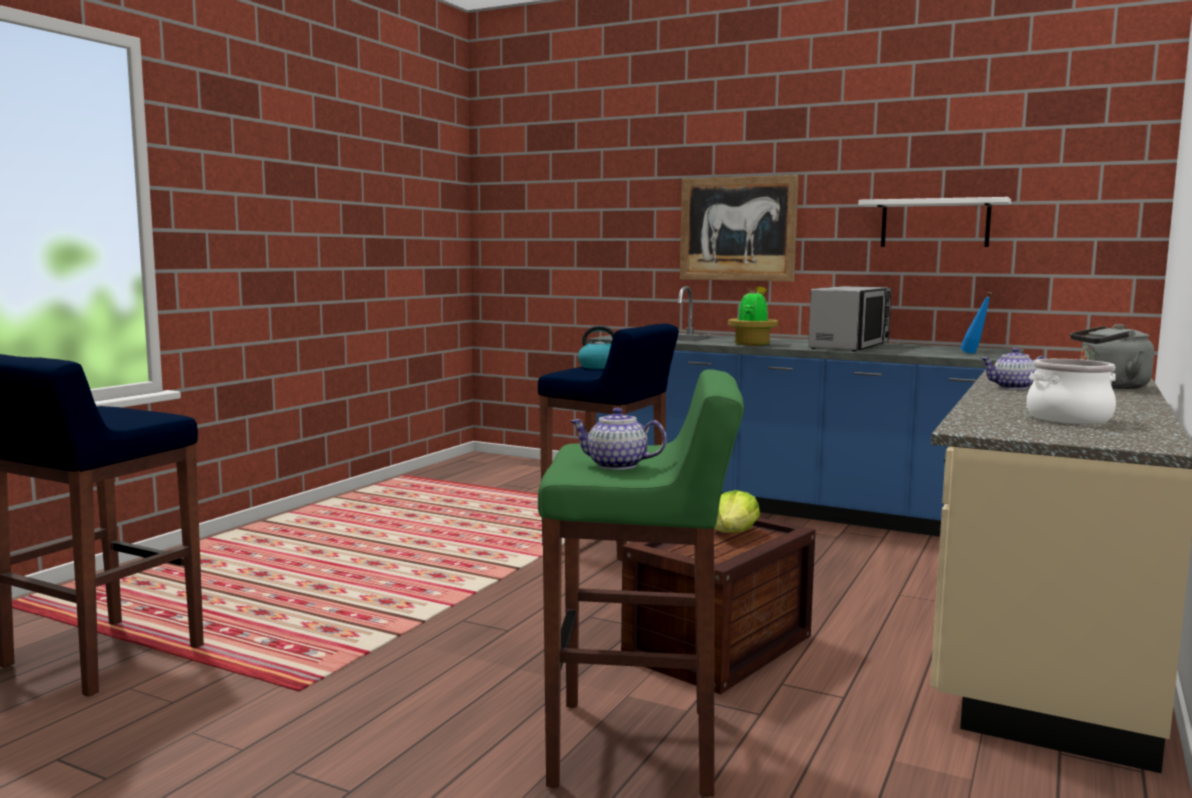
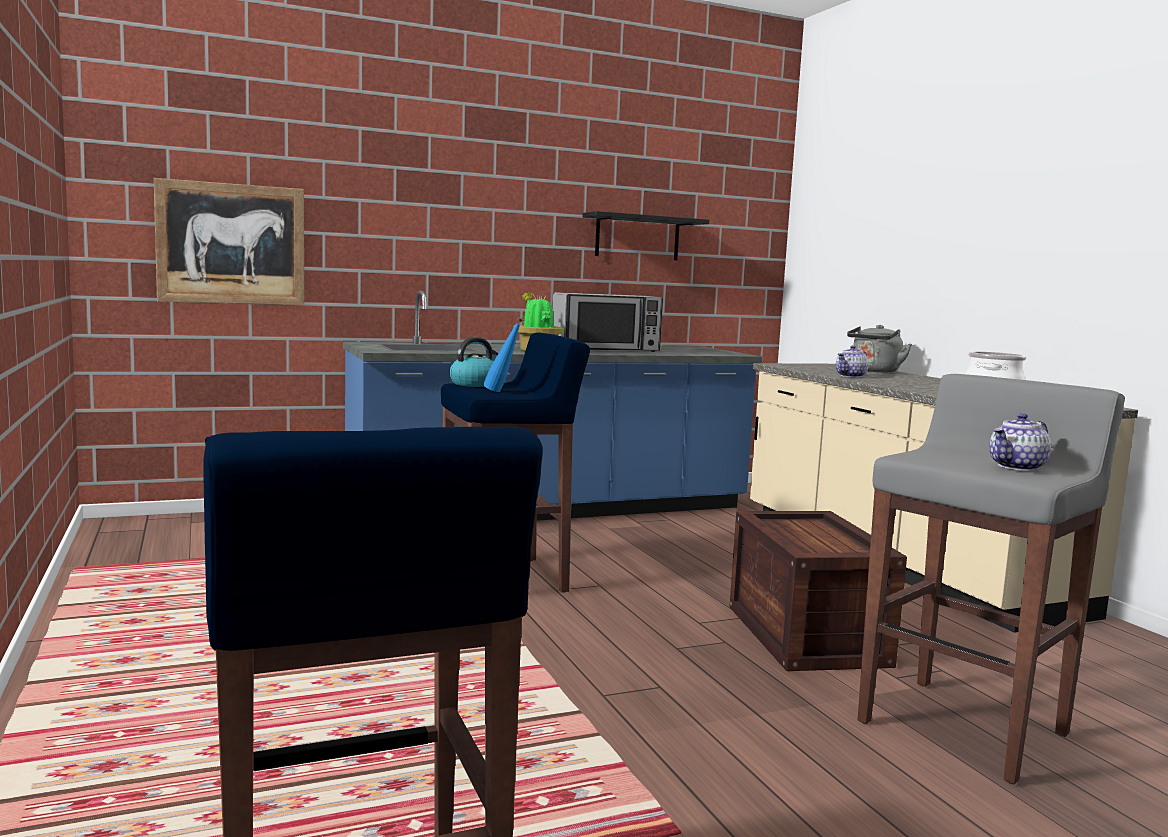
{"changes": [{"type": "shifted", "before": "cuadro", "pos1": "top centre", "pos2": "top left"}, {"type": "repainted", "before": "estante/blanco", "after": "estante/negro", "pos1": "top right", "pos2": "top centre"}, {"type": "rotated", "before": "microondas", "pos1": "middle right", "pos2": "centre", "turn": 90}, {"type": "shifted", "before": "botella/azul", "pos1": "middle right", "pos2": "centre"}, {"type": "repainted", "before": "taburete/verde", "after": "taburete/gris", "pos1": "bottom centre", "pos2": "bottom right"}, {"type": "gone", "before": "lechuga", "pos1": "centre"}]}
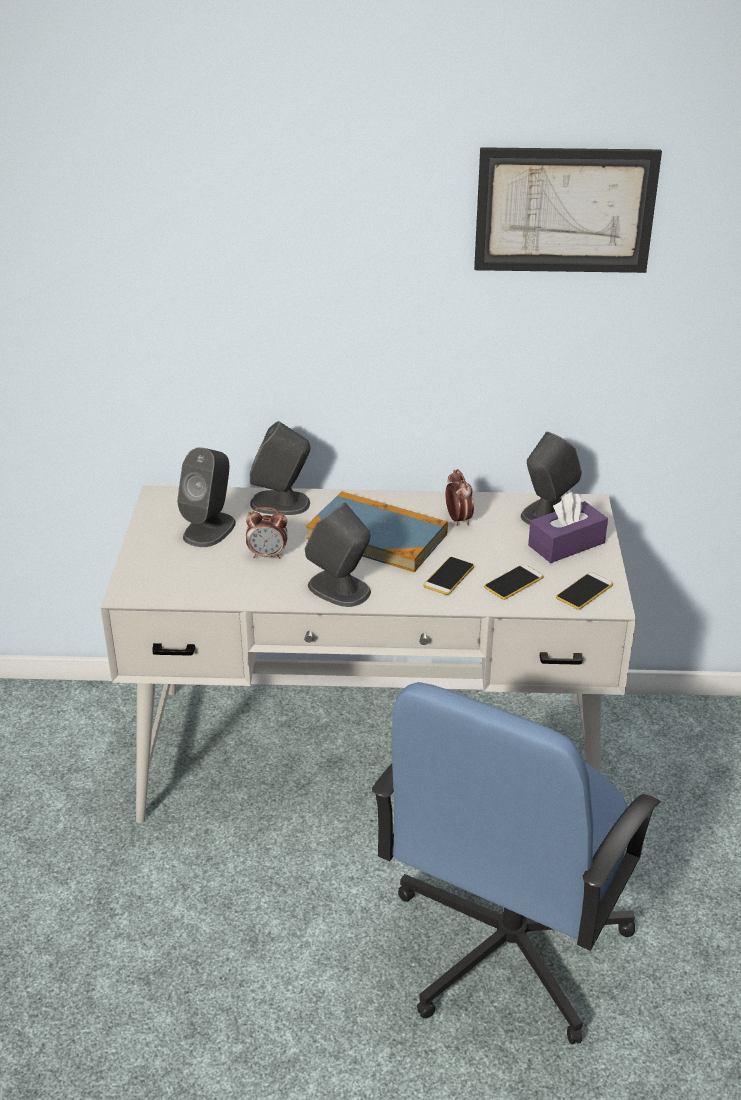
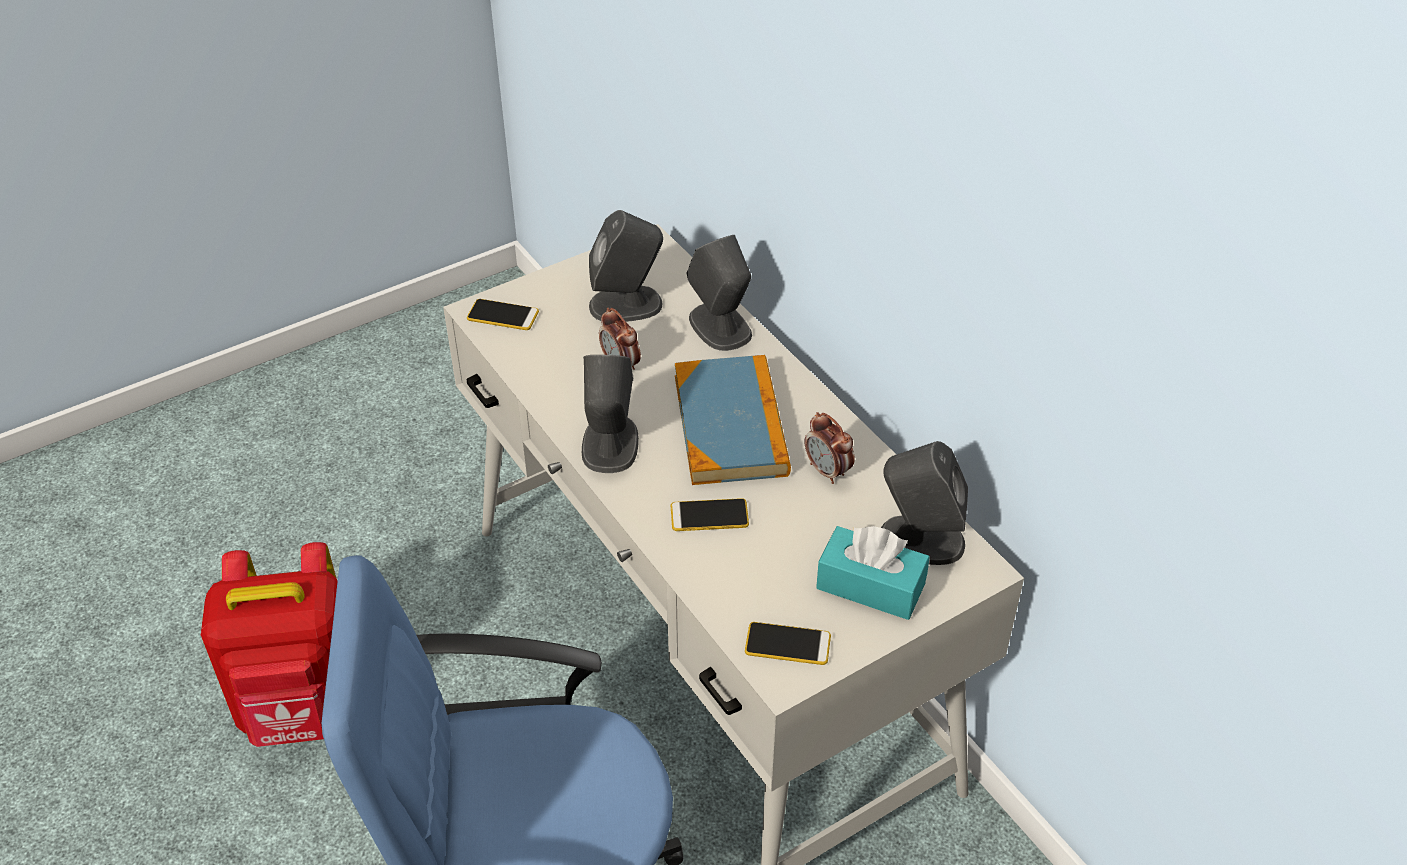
{"changes": [{"type": "gone", "before": "cuadro", "pos1": "top right"}, {"type": "rotated", "before": "despertador (no. 2 from left)", "pos1": "centre", "pos2": "centre", "turn": 105}, {"type": "repainted", "before": "caja de pañuelos/morado", "after": "caja de pañuelos/turquesa", "pos1": "middle right", "pos2": "centre"}, {"type": "shifted", "before": "móvil (no. 2 from left in the first image)", "after": "móvil (no. 1 from left)", "pos1": "middle right", "pos2": "centre"}, {"type": "new", "after": "mochila/rojo", "pos2": "bottom left"}]}
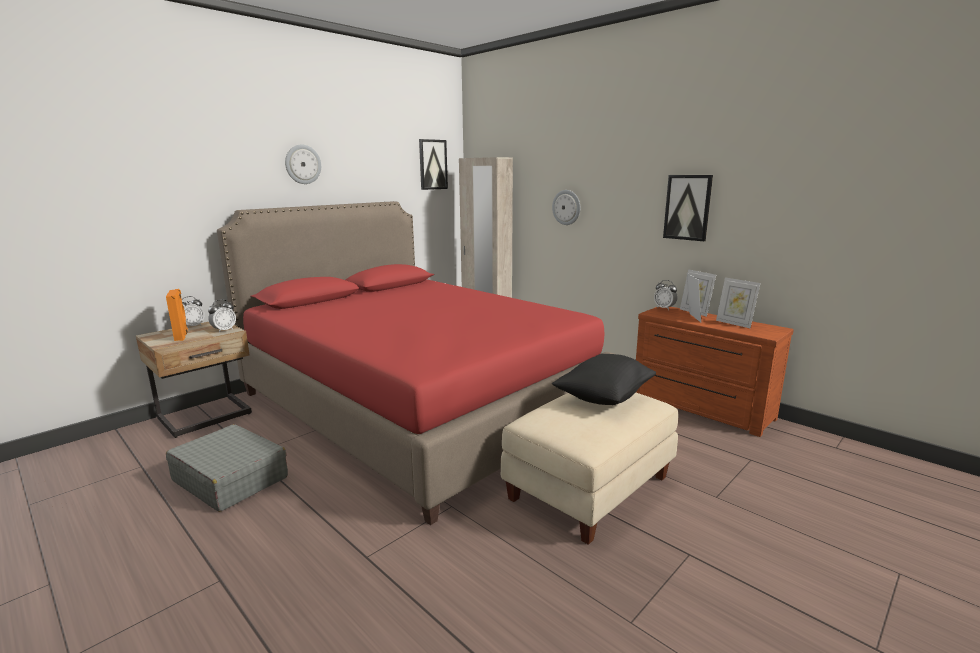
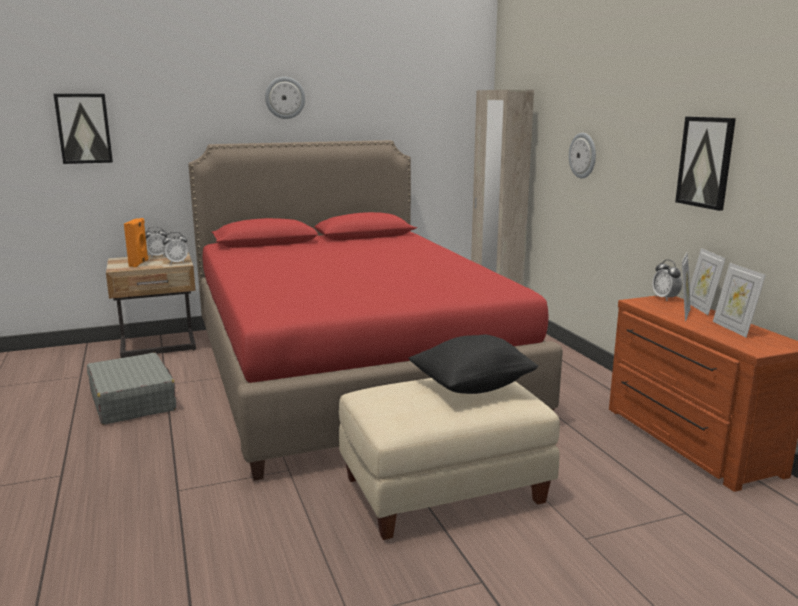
{"changes": [{"type": "shifted", "before": "cuadro (no. 1 from left)", "pos1": "top centre", "pos2": "top left"}]}
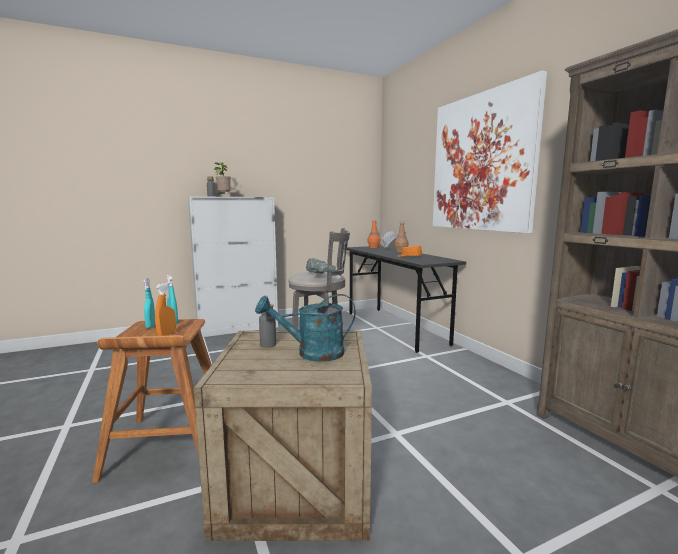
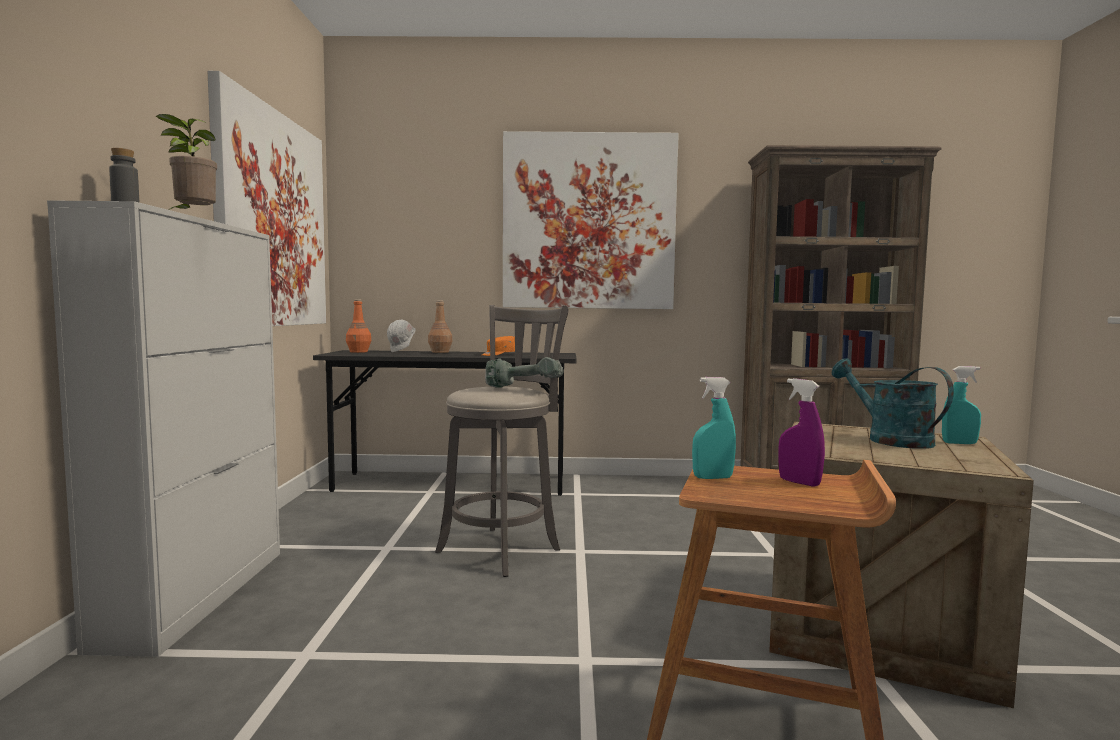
{"changes": [{"type": "shifted", "before": "pulverizador/turquesa (no. 1 from left in the first image)", "after": "pulverizador/turquesa (no. 2 from left)", "pos1": "middle left", "pos2": "middle right"}, {"type": "repainted", "before": "pulverizador/naranja", "after": "pulverizador/morado", "pos1": "middle left", "pos2": "middle right"}, {"type": "rotated", "before": "regadera/turquesa", "pos1": "centre", "pos2": "middle right", "turn": 135}, {"type": "gone", "before": "botella/gris (no. 2 from left)", "pos1": "centre"}, {"type": "new", "after": "cuadro (no. 1 from left)", "pos2": "top left"}]}
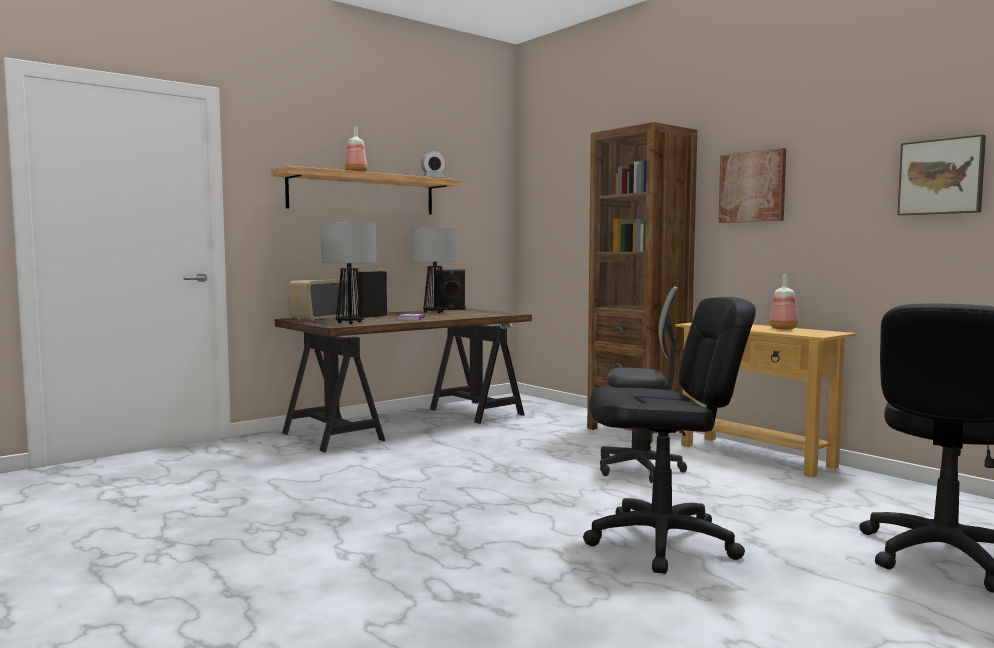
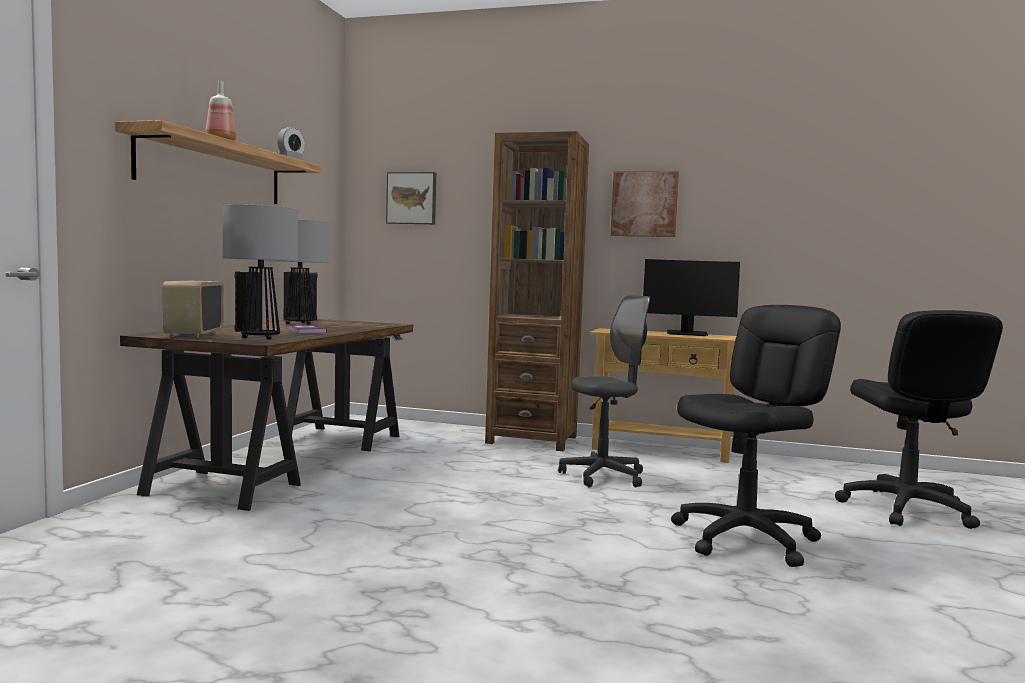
{"changes": [{"type": "shifted", "before": "cuadro (no. 2 from left in the first image)", "after": "cuadro (no. 1 from left)", "pos1": "top right", "pos2": "top centre"}, {"type": "swapped", "before": "botella (no. 2 from left)", "after": "monitor", "pos1": "middle right", "pos2": "middle right"}]}
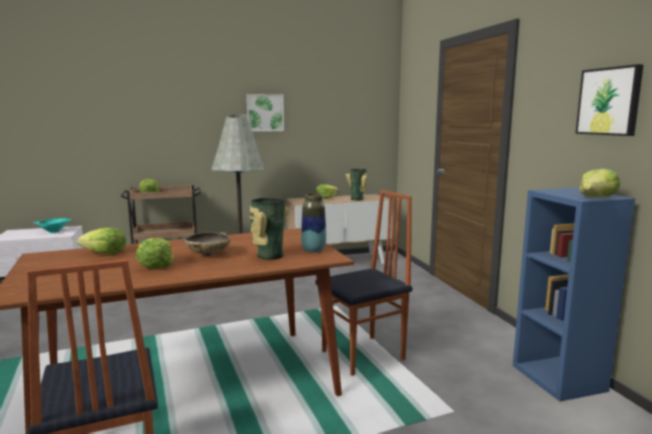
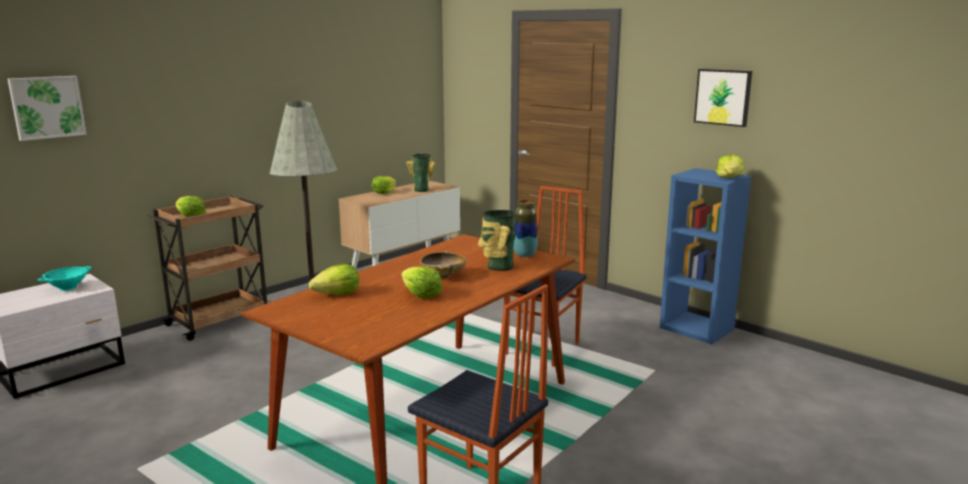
{"changes": [{"type": "shifted", "before": "cuadro (no. 1 from left)", "pos1": "top centre", "pos2": "top left"}]}
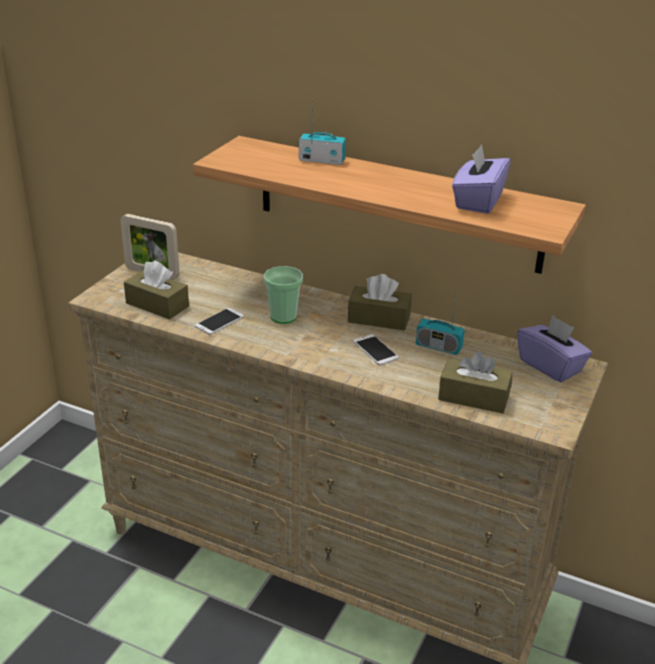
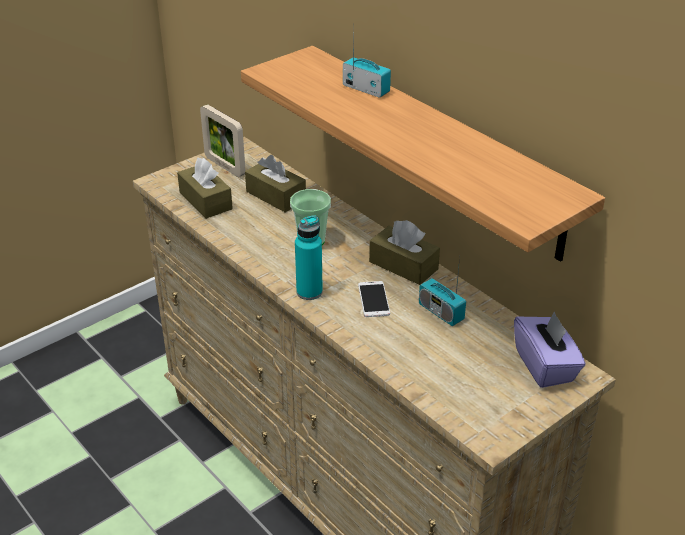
{"changes": [{"type": "gone", "before": "caja de pañuelos/morado (no. 1 from left)", "pos1": "top right"}, {"type": "gone", "before": "móvil (no. 1 from left)", "pos1": "centre"}, {"type": "shifted", "before": "caja de pañuelos/marrón (no. 3 from left in the first image)", "after": "caja de pañuelos/marrón (no. 2 from left)", "pos1": "middle right", "pos2": "centre"}, {"type": "new", "after": "botella/turquesa", "pos2": "centre"}]}
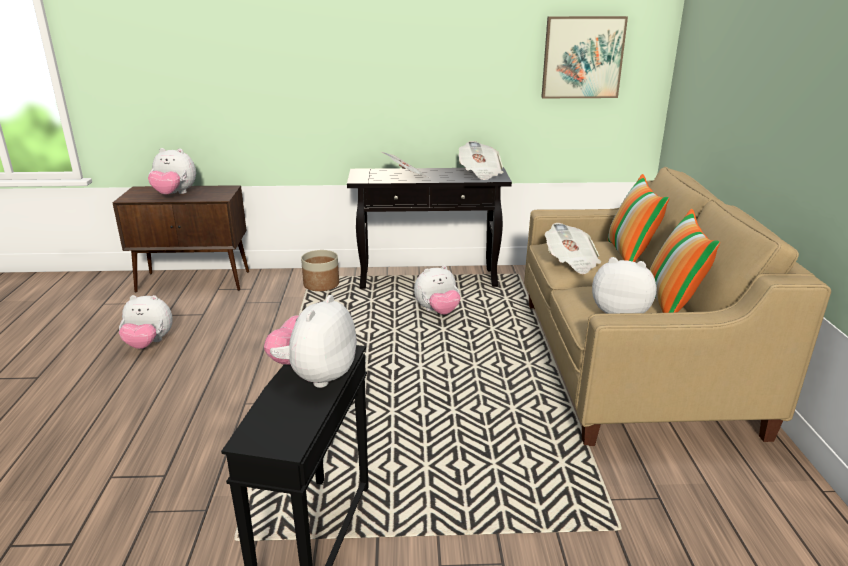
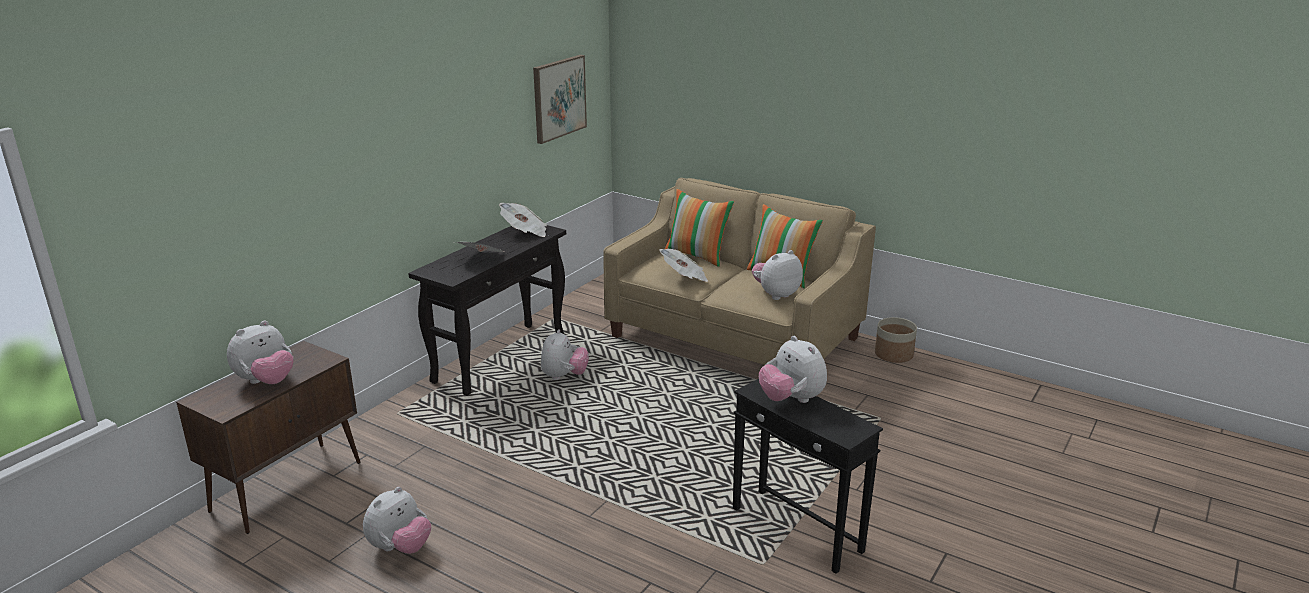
{"changes": [{"type": "shifted", "before": "maceta", "pos1": "centre", "pos2": "middle right"}]}
